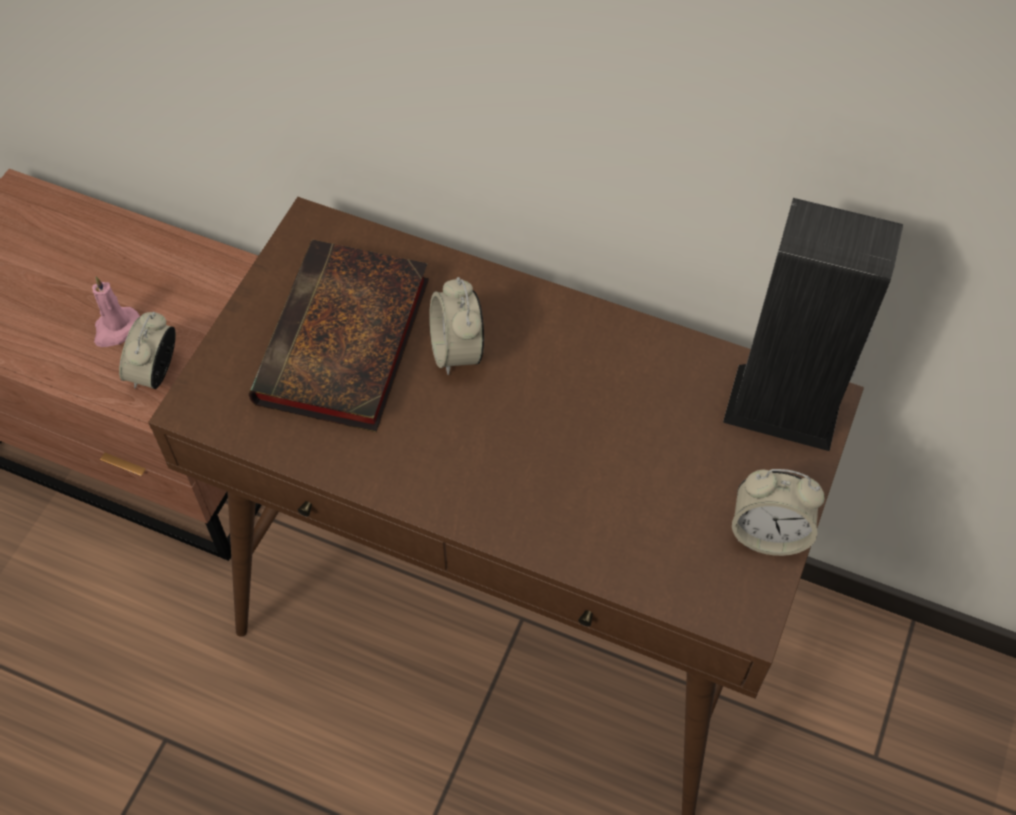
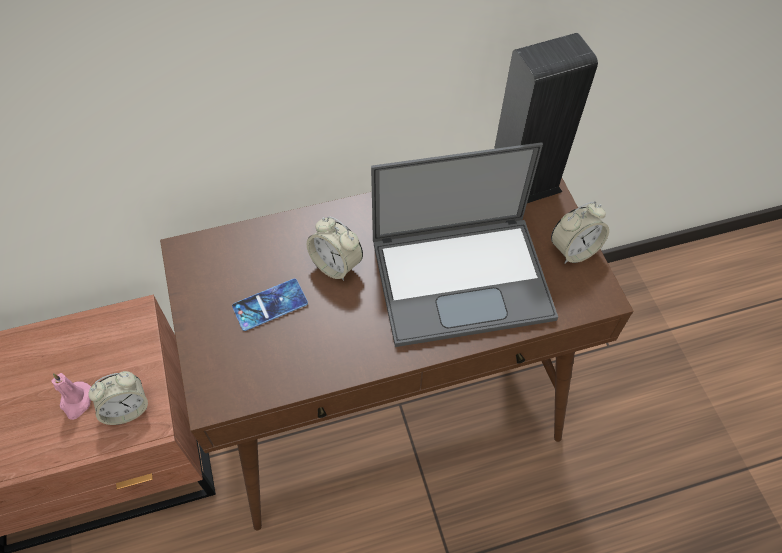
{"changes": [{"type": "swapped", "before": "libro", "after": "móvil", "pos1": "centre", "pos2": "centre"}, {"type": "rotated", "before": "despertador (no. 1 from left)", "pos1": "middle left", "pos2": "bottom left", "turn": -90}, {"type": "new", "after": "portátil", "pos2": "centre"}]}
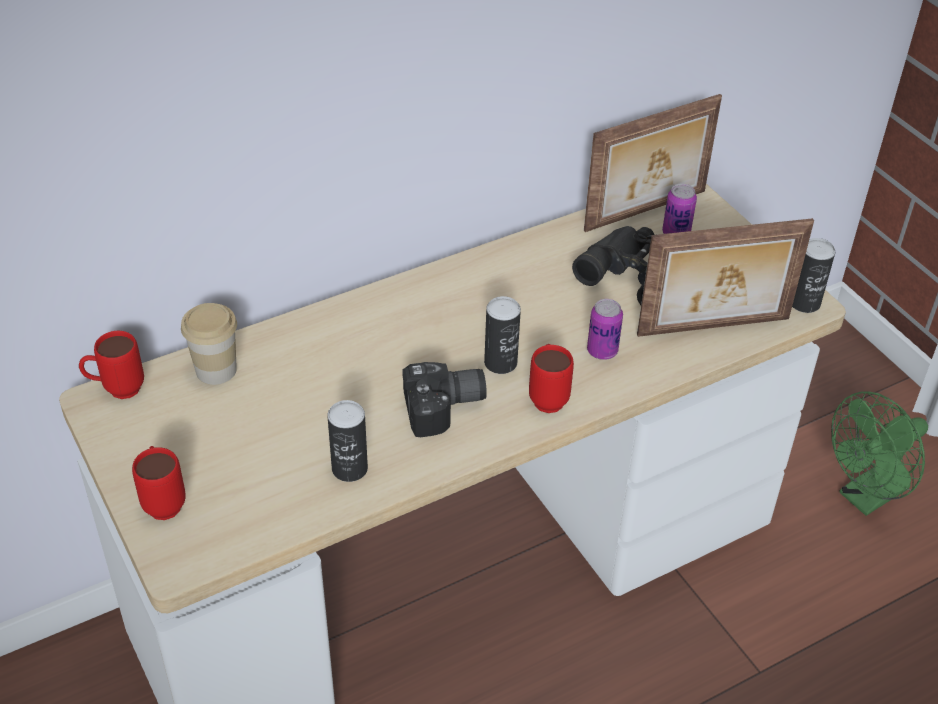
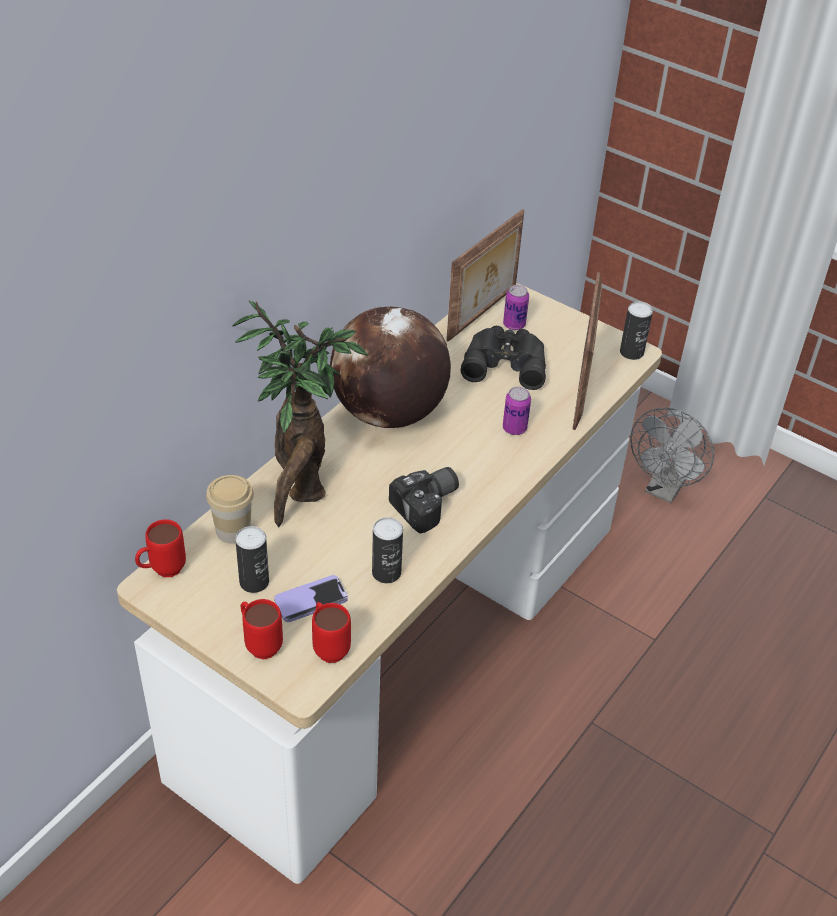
{"changes": [{"type": "rotated", "before": "portarretratos (no. 2 from left)", "pos1": "middle right", "pos2": "middle right", "turn": -45}, {"type": "shifted", "before": "lata (no. 2 from left in the first image)", "after": "lata (no. 1 from left)", "pos1": "centre", "pos2": "middle left"}, {"type": "shifted", "before": "taza grande/rojo (no. 3 from left)", "pos1": "centre", "pos2": "bottom centre"}, {"type": "repainted", "before": "ventilador/verde", "after": "ventilador/gris", "pos1": "middle right", "pos2": "middle right"}, {"type": "new", "after": "planta en maceta", "pos2": "centre"}, {"type": "new", "after": "globo terráqueo", "pos2": "centre"}, {"type": "new", "after": "móvil", "pos2": "centre"}]}
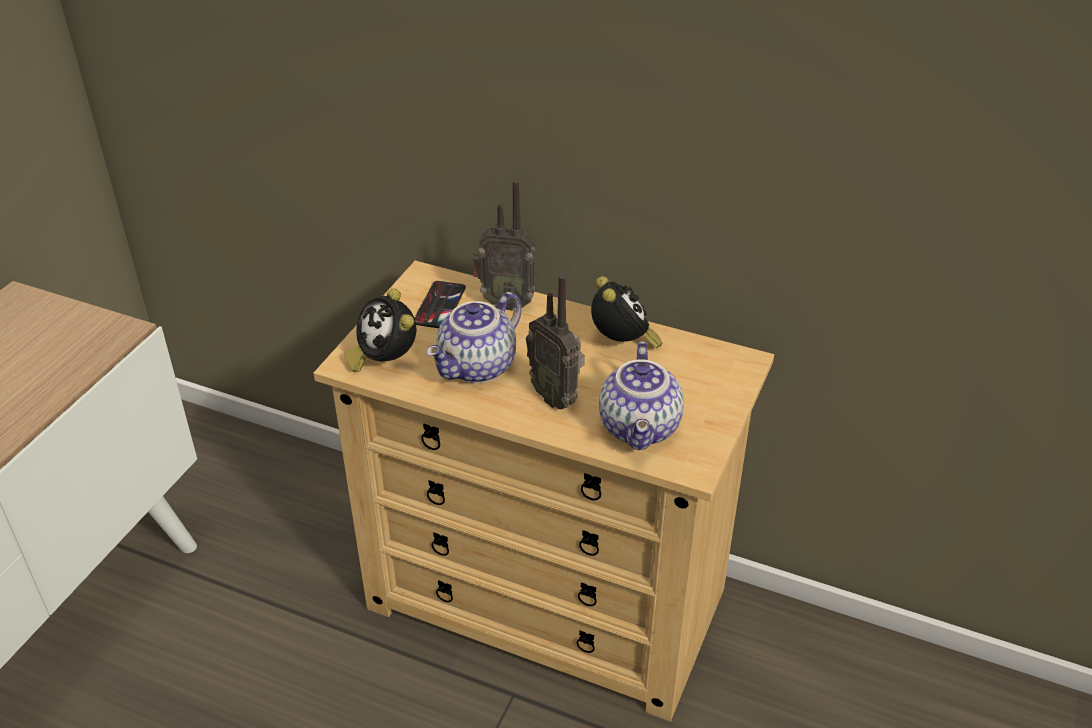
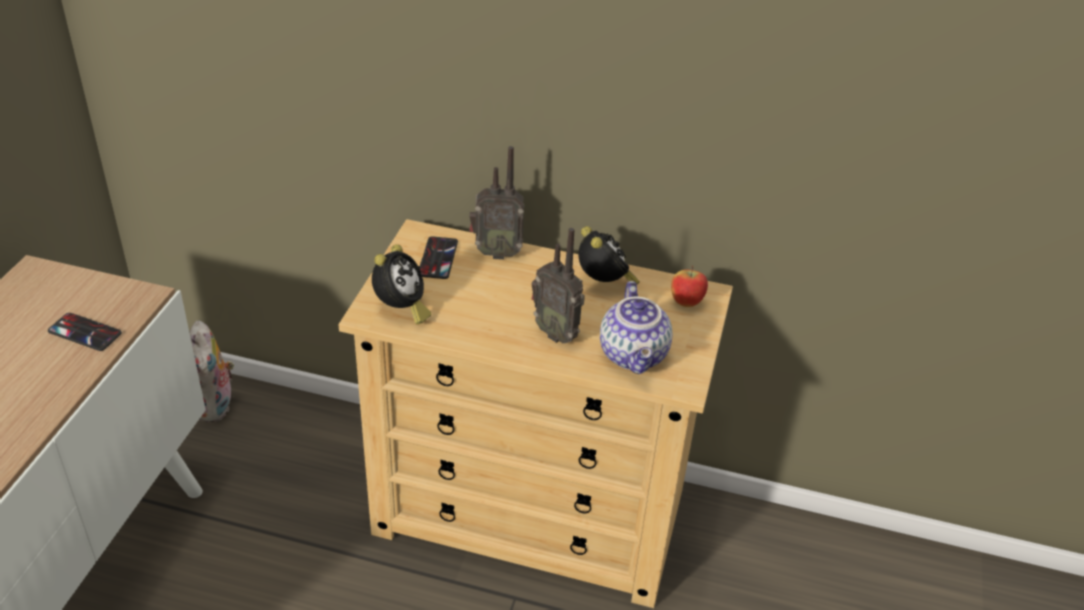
{"changes": [{"type": "rotated", "before": "despertador (no. 1 from left)", "pos1": "centre", "pos2": "centre", "turn": -120}, {"type": "gone", "before": "tetera (no. 1 from left)", "pos1": "centre"}, {"type": "new", "after": "manzana", "pos2": "centre"}, {"type": "new", "after": "móvil (no. 1 from left)", "pos2": "middle left"}, {"type": "new", "after": "peluche", "pos2": "middle left"}]}
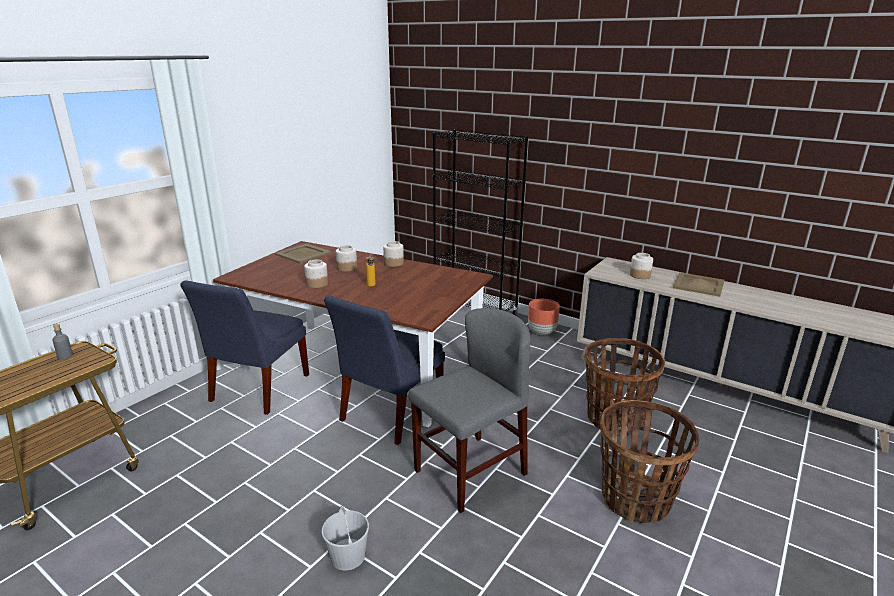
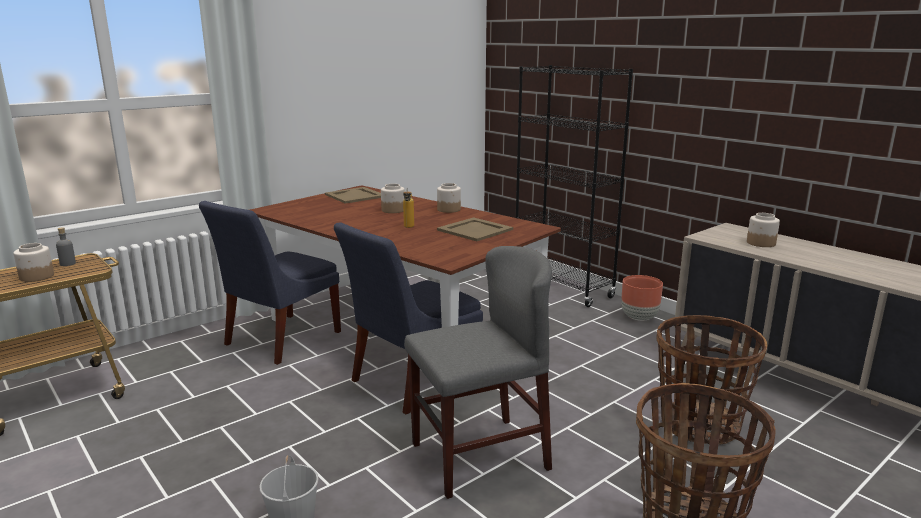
{"changes": [{"type": "shifted", "before": "tarro (no. 1 from left)", "pos1": "centre", "pos2": "middle left"}, {"type": "shifted", "before": "bandeja/beis (no. 2 from left)", "pos1": "middle right", "pos2": "centre"}]}
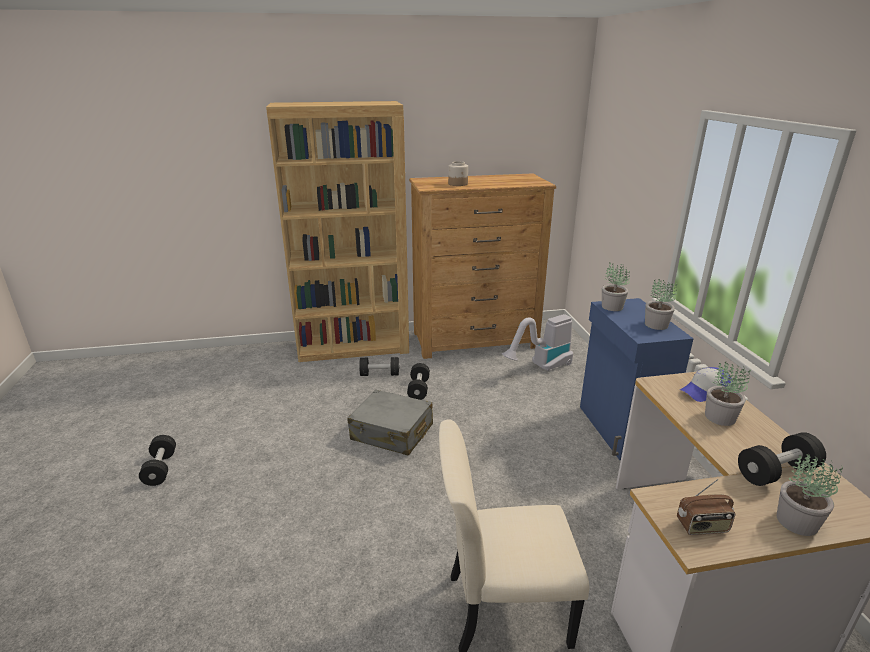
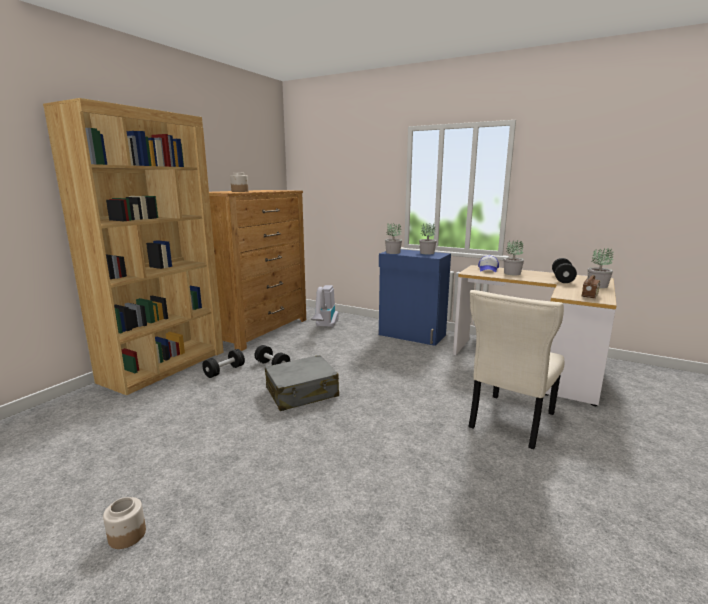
{"changes": [{"type": "swapped", "before": "mancuerna/negro (no. 1 from left)", "after": "tarro (no. 1 from left)", "pos1": "bottom left", "pos2": "bottom left"}]}
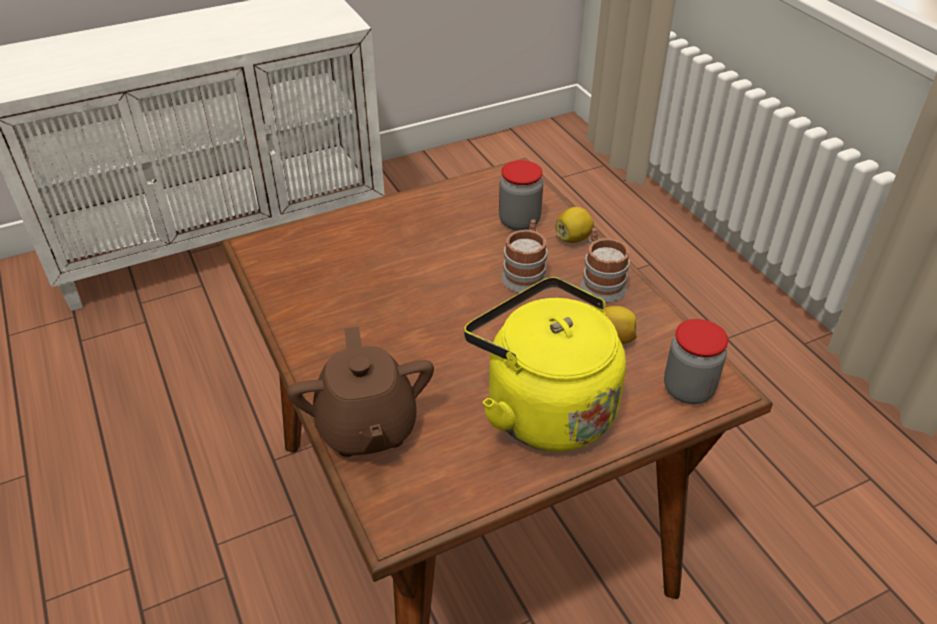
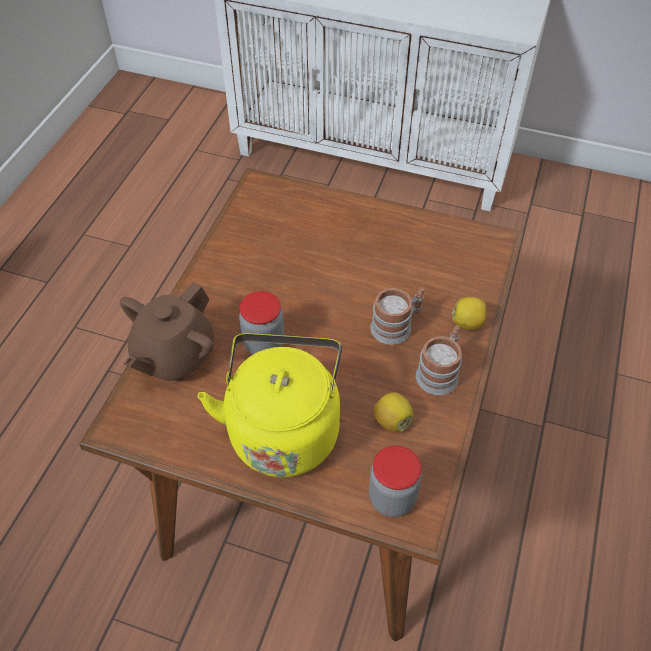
{"changes": [{"type": "shifted", "before": "tarro (no. 1 from left)", "pos1": "top centre", "pos2": "centre"}]}
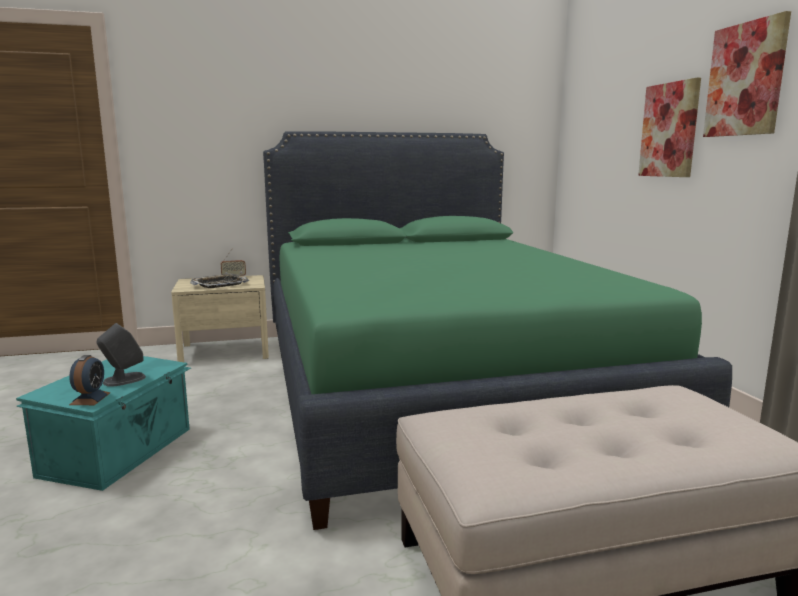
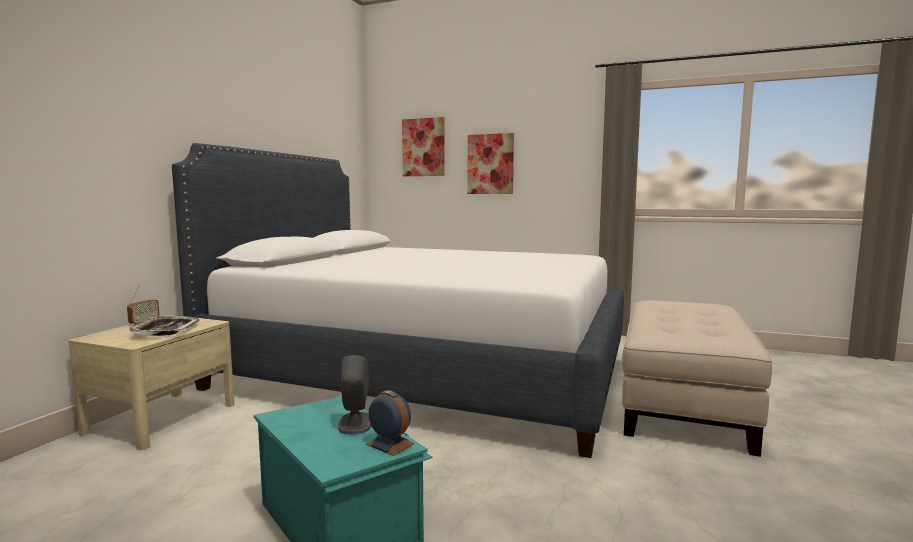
{"changes": [{"type": "shifted", "before": "cuadro (no. 2 from left in the first image)", "after": "cuadro (no. 1 from left)", "pos1": "top right", "pos2": "top centre"}, {"type": "repainted", "before": "cama/verde", "after": "cama/blanco", "pos1": "centre", "pos2": "centre"}]}
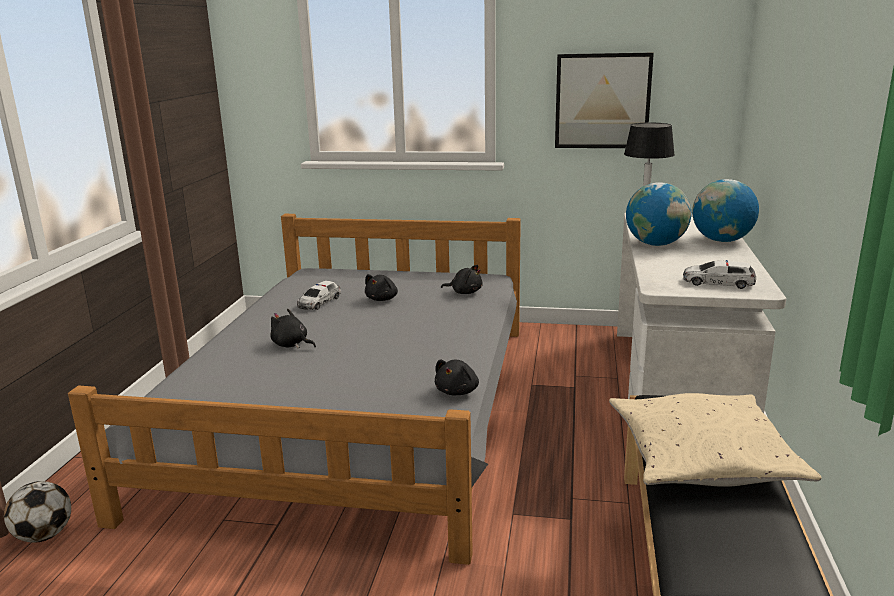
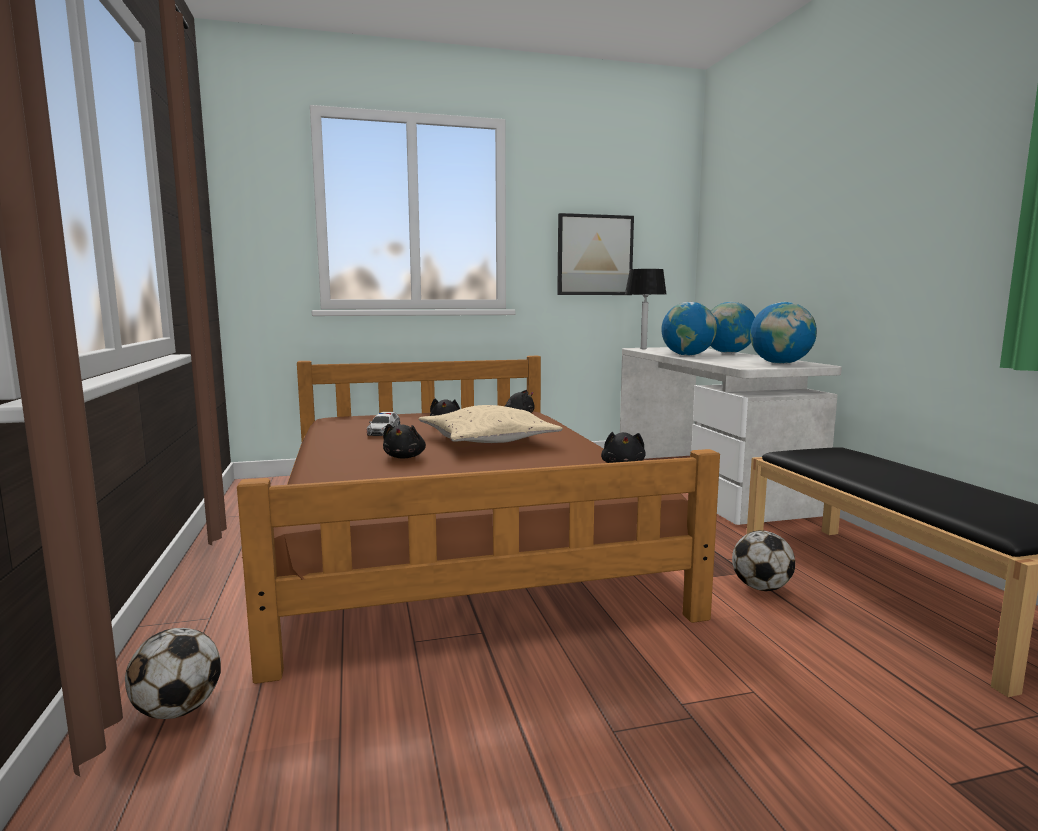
{"changes": [{"type": "repainted", "before": "cama/gris", "after": "cama/marrón", "pos1": "middle left", "pos2": "centre"}, {"type": "swapped", "before": "coche de juguete (no. 2 from left)", "after": "globo terráqueo (no. 3 from left)", "pos1": "middle right", "pos2": "middle right"}, {"type": "rotated", "before": "peluche/negro (no. 1 from left)", "pos1": "middle left", "pos2": "centre", "turn": -90}, {"type": "shifted", "before": "cojín/beis", "pos1": "bottom right", "pos2": "centre"}, {"type": "new", "after": "balón de fútbol (no. 2 from left)", "pos2": "bottom right"}]}
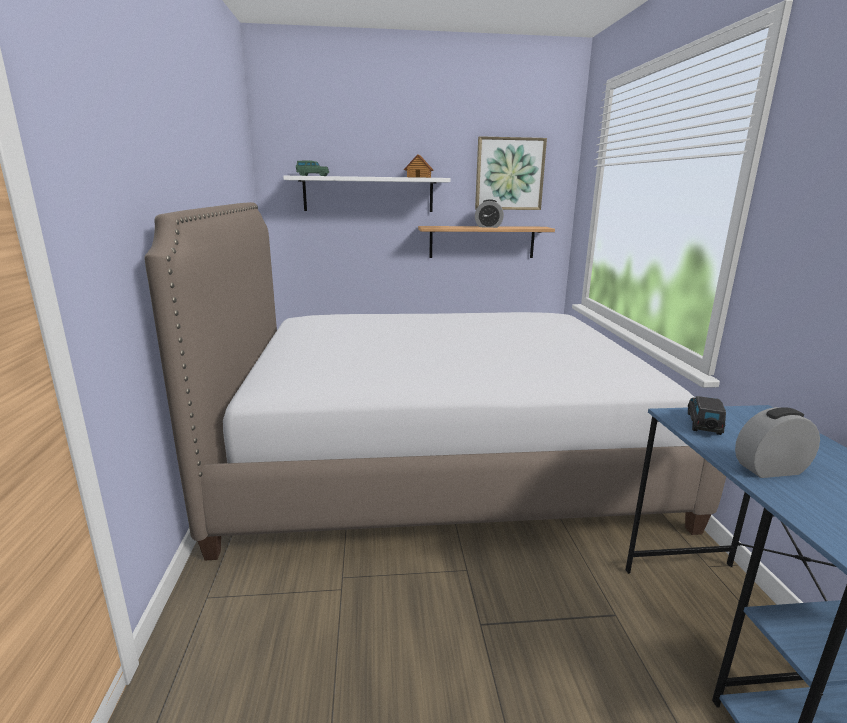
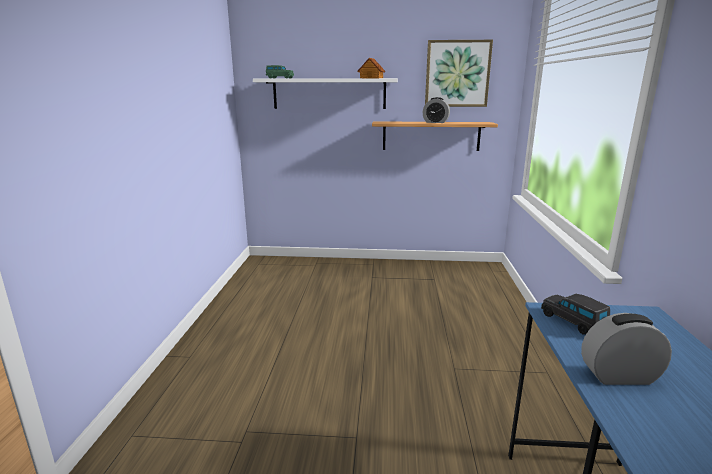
{"changes": [{"type": "gone", "before": "cama", "pos1": "centre"}, {"type": "rotated", "before": "coche de juguete/negro", "pos1": "middle right", "pos2": "middle right", "turn": -60}]}
